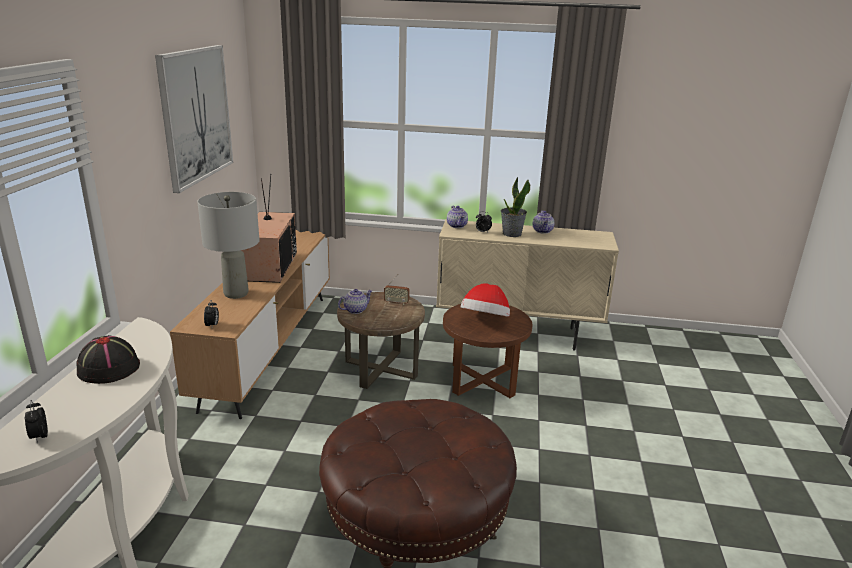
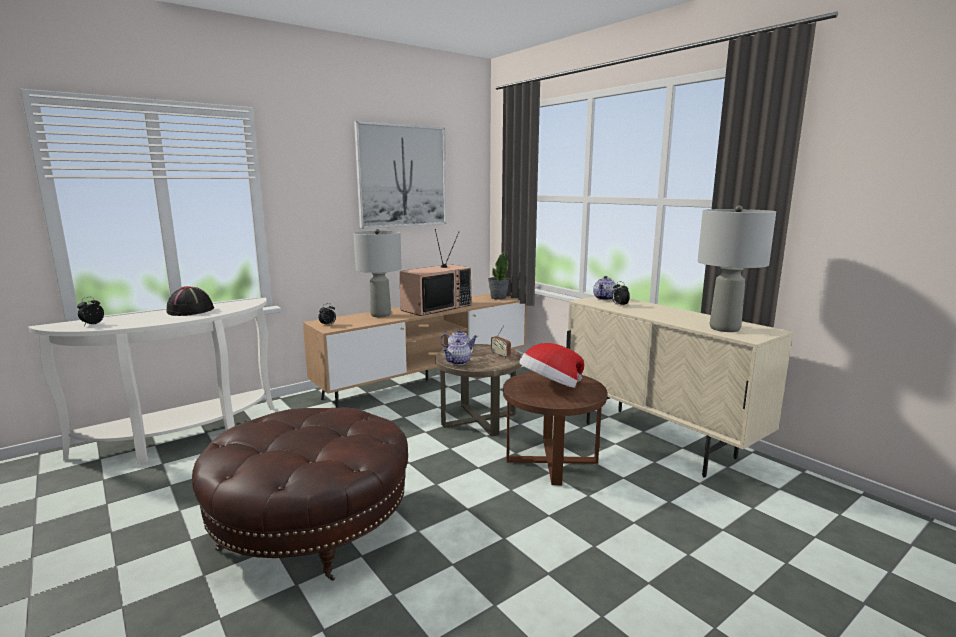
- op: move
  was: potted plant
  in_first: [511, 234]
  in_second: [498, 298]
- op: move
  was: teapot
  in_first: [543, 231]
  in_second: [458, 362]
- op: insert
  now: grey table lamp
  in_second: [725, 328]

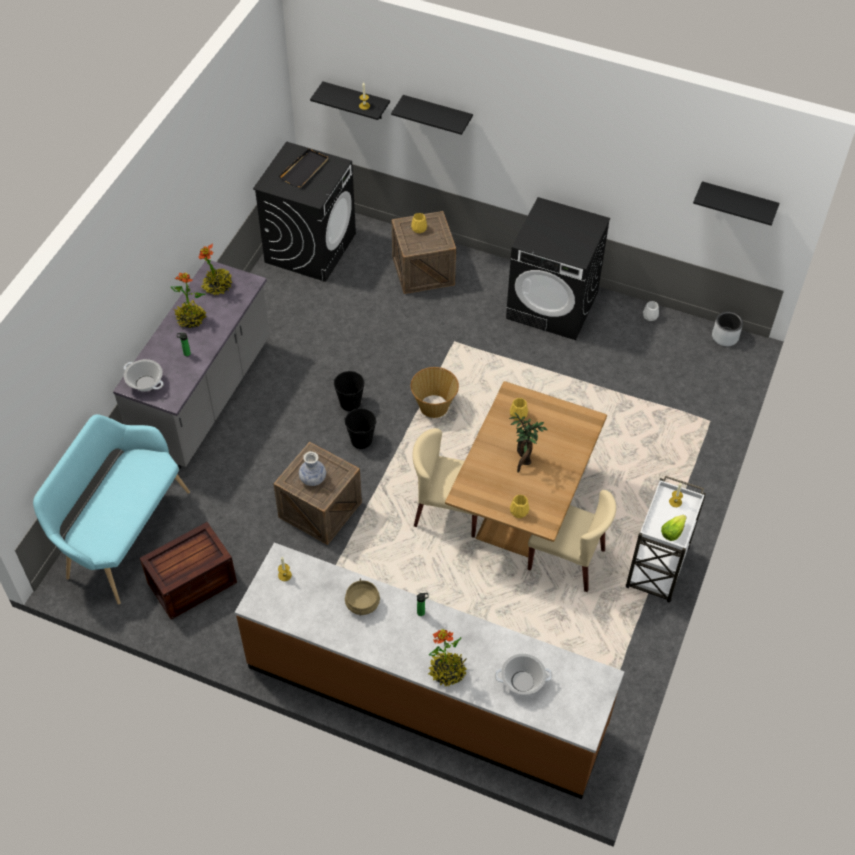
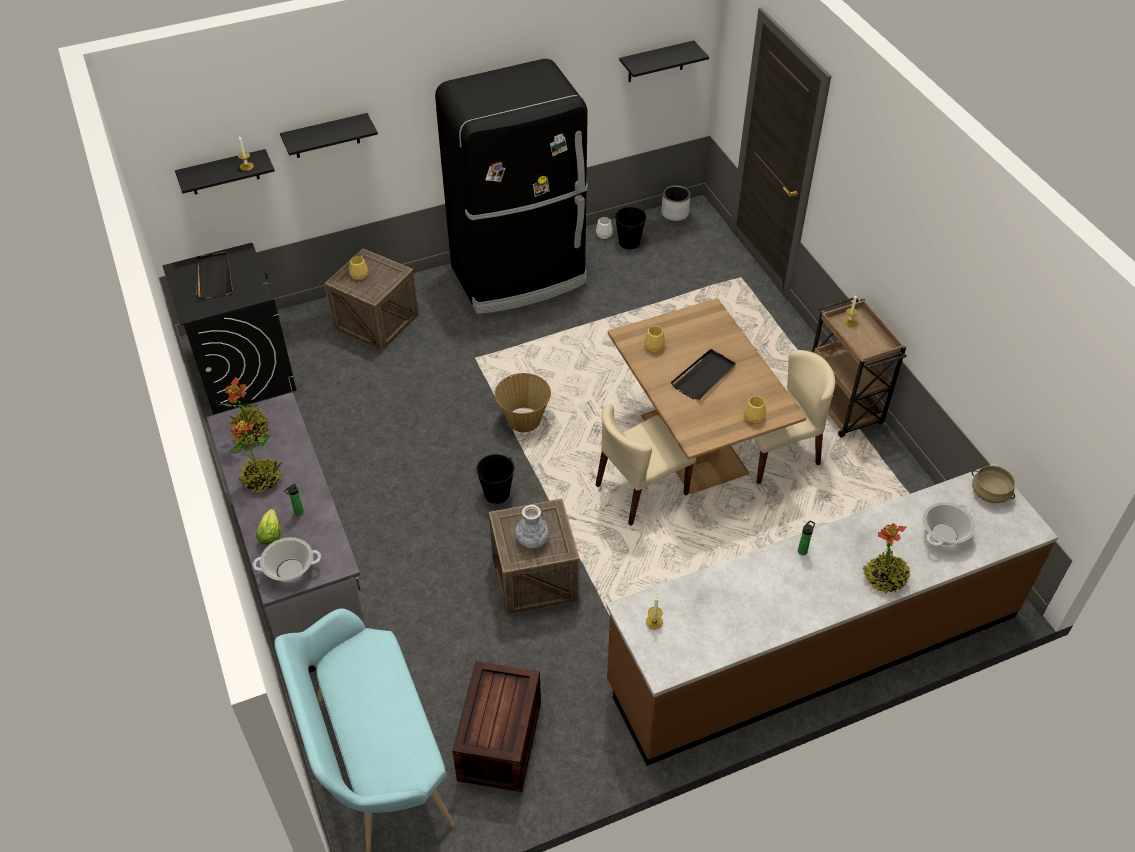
- op: replace
  was: black washing machine
  now: black fridge
  in_first: [552, 305]
  in_second: [520, 276]
- op: move
  was: black bucket
  in_first: [350, 402]
  in_second: [629, 242]
- op: replace
  was: potted plant
  now: black tray
  in_first: [524, 459]
  in_second: [704, 376]
- op: recolor
  was: white cart
  now: brown cart
  in_first: [657, 569]
  in_second: [843, 407]
- op: move
  was: lettuce
  in_first: [672, 532]
  in_second: [271, 535]
- op: move
  was: beige cooking pot
  in_first: [362, 603]
  in_second: [990, 492]

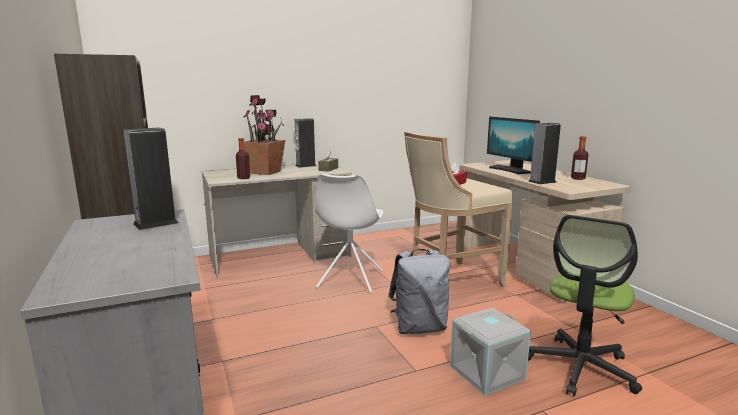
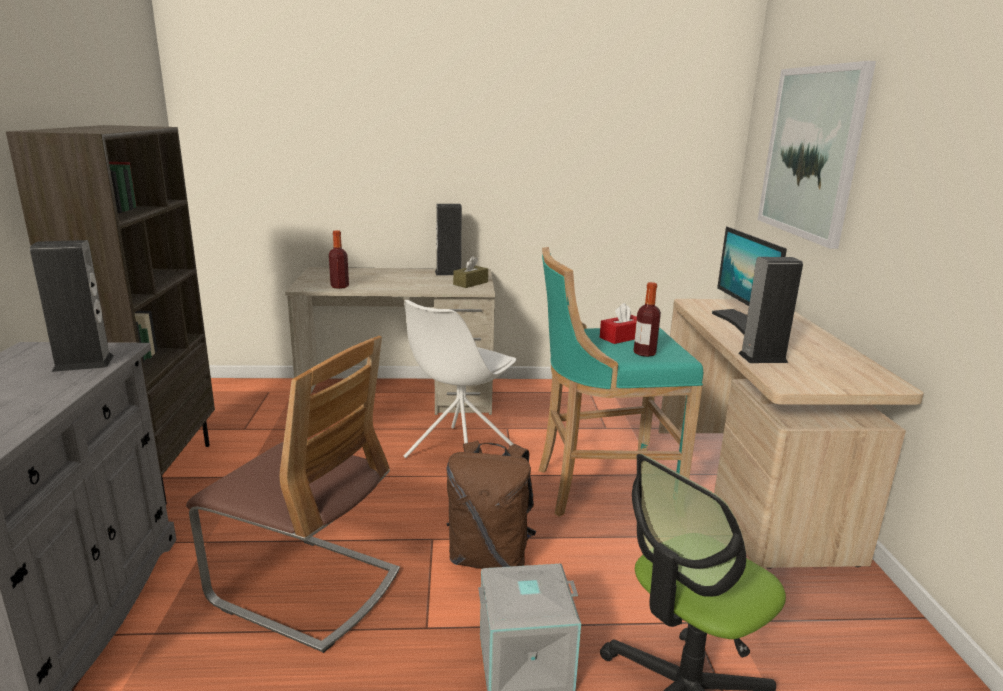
- op: delete
  was: potted plant
  in_first: [266, 172]
- op: recolor
  was: beige stool
  now: turquoise stool
  in_first: [450, 282]
  in_second: [601, 488]
- op: move
  was: bottle
  in_first: [578, 178]
  in_second: [644, 353]
- op: recolor
  was: grey backpack
  now: brown backpack
  in_first: [419, 328]
  in_second: [489, 557]
- op: insert
  now: picture
  in_second: [811, 152]
- op: insert
  now: chair
  in_second: [306, 587]

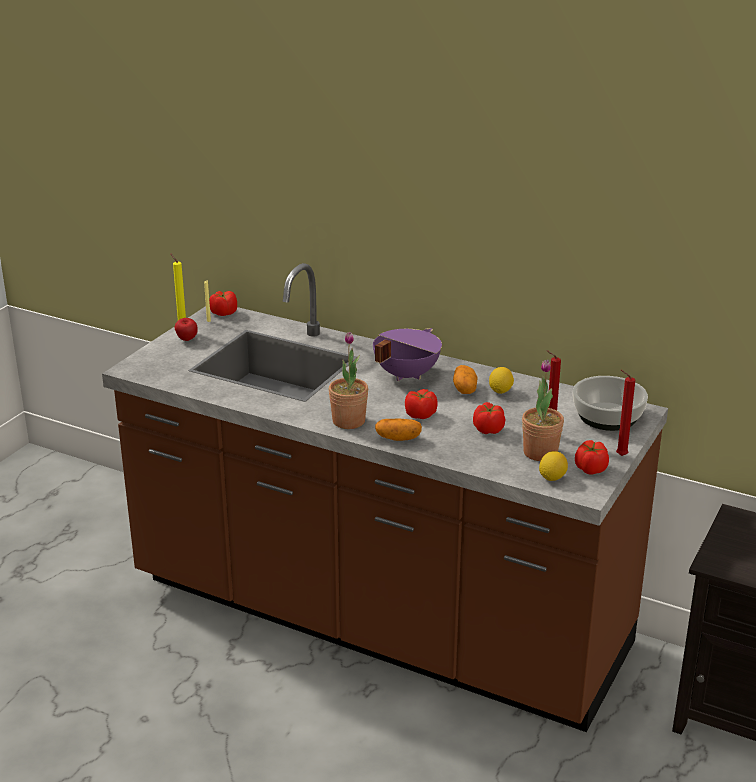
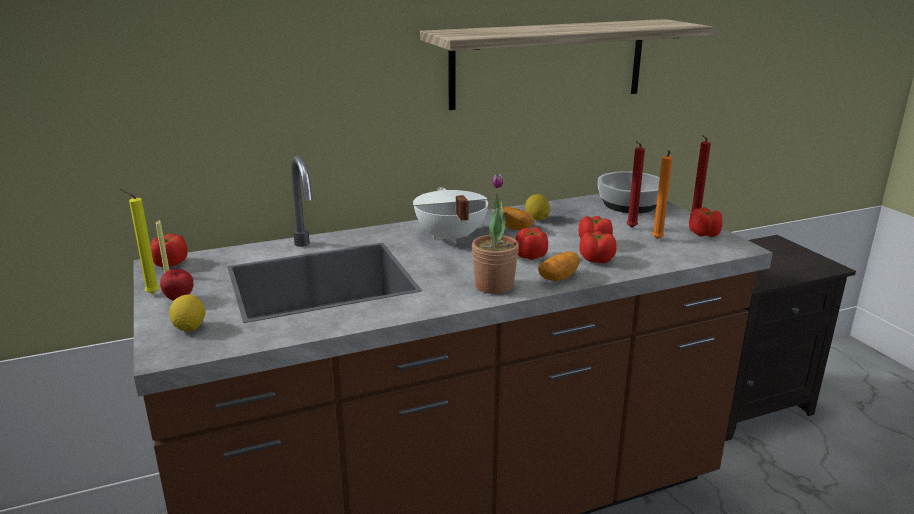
- op: recolor
  was: purple cooking pot
  now: white cooking pot
  in_first: [405, 374]
  in_second: [449, 237]
- op: replace
  was: potted plant
  now: orange candle
  in_first: [540, 453]
  in_second: [657, 240]
- op: move
  was: lemon
  in_first: [552, 477]
  in_second: [189, 328]
- op: insert
  now: shelf
  in_second: [548, 63]
- op: insert
  now: tomato
  in_second: [596, 259]

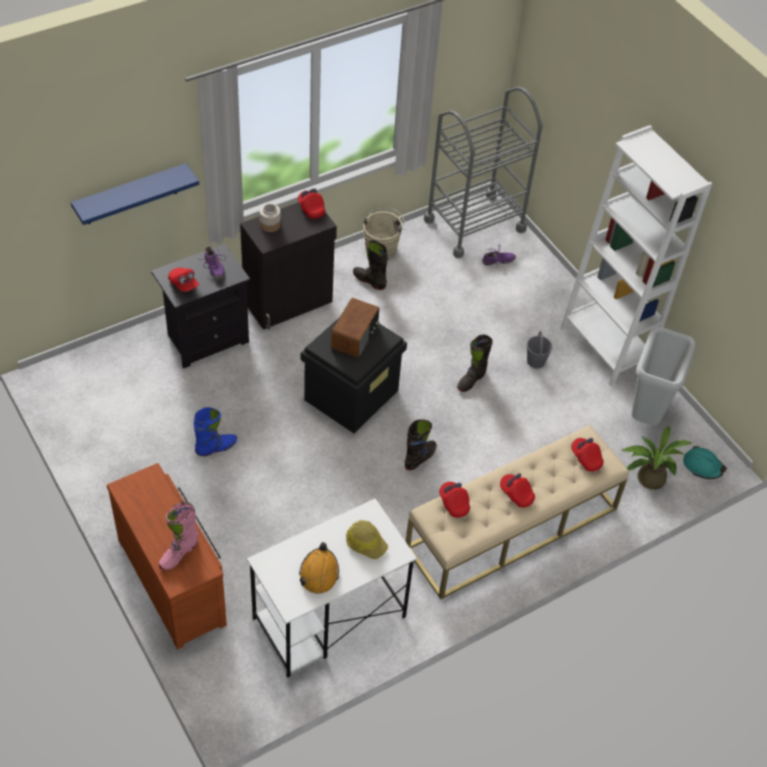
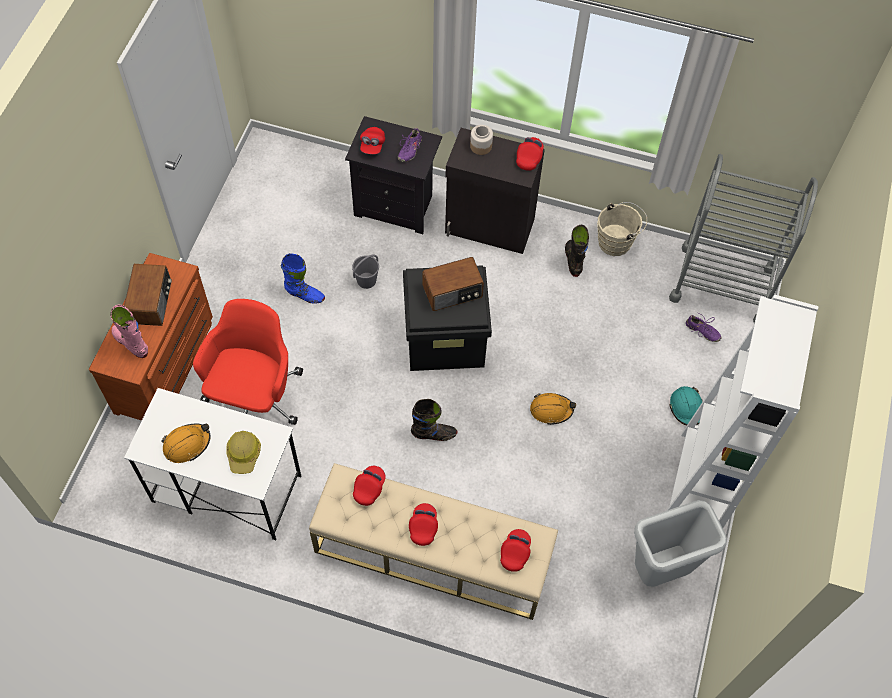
- op: delete
  was: blue shelf
  in_first: [131, 195]
- op: move
  was: grey bucket
  in_first: [536, 361]
  in_second: [367, 280]
- op: replace
  was: black boot
  now: orange hard hat
  in_first: [471, 380]
  in_second: [551, 410]
- op: delete
  was: potted plant
  in_first: [647, 478]
- op: move
  was: turquoise hard hat
  in_first: [702, 466]
  in_second: [686, 408]
- op: rotate
  was: pink boot
  in_first: [179, 553]
  in_second: [131, 343]
  clockwise: 45
- op: insert
  now: radio
  in_second: [152, 302]
- op: insert
  now: red office chair
  in_second: [255, 398]

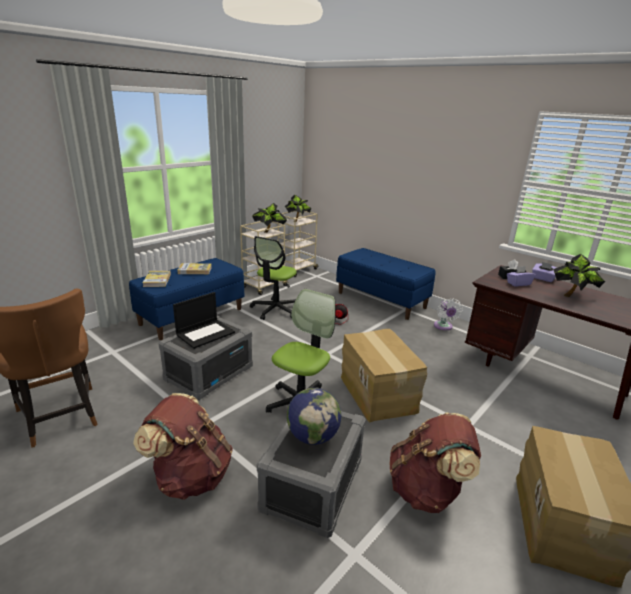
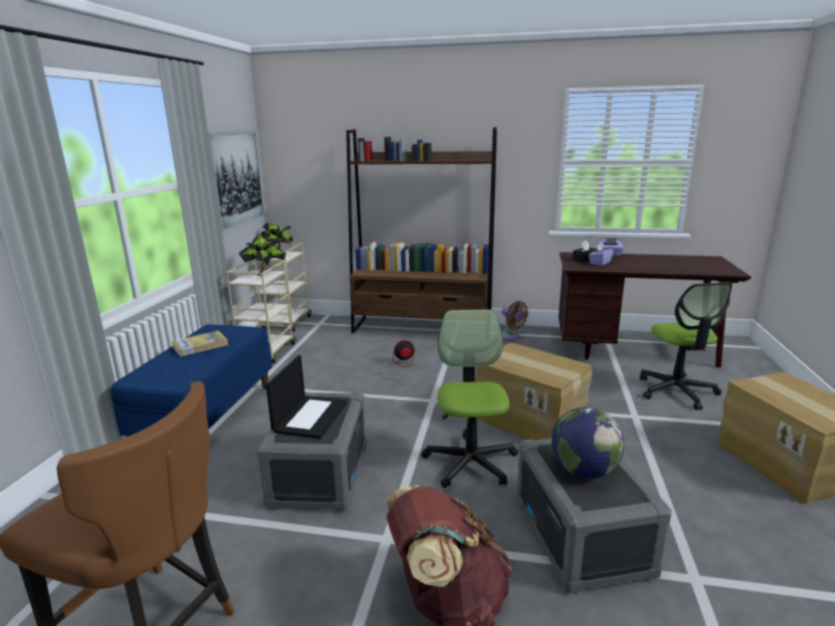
- op: move
  was: office chair
  in_first: [275, 310]
  in_second: [676, 391]
- op: replace
  was: blue bench
  now: brown bookcase
  in_first: [381, 300]
  in_second: [422, 329]
- op: delete
  was: potted plant
  in_first: [571, 295]
- op: delete
  was: book
  in_first: [157, 280]
- op: recolor
  was: white fan
  now: brown fan
  in_first: [443, 327]
  in_second: [510, 336]
- op: delete
  was: brown backpack
  in_first: [427, 490]
- op: insert
  now: picture
  in_second: [235, 179]

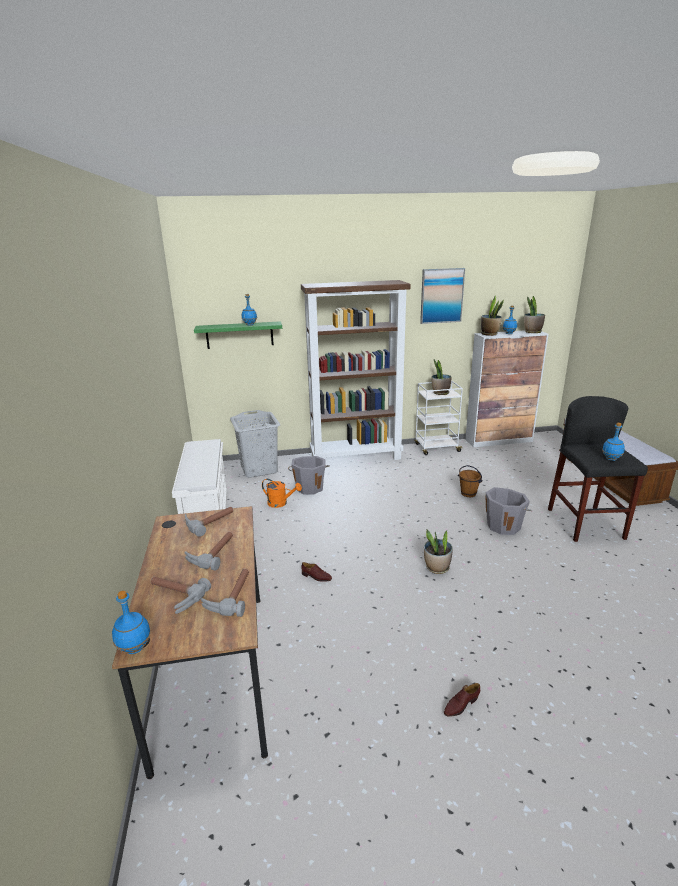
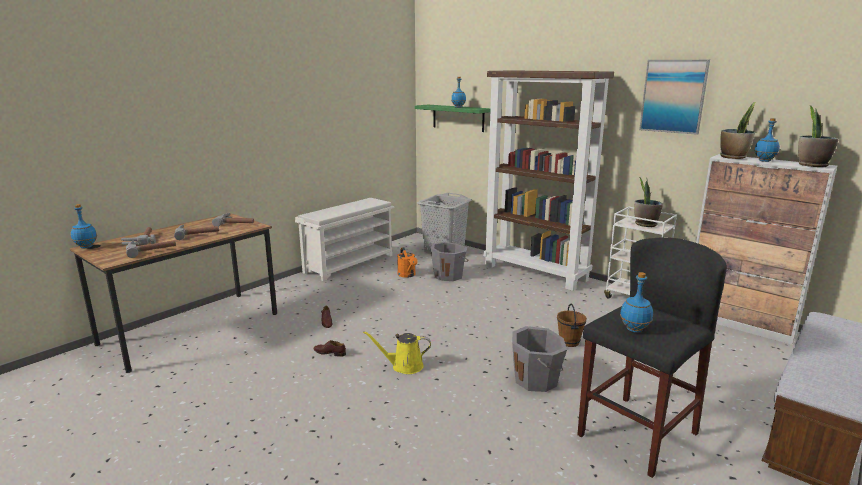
- op: replace
  was: potted plant
  now: yellow watering can
  in_first: [437, 568]
  in_second: [404, 366]
- op: move
  was: brown shoe
  in_first: [461, 704]
  in_second: [329, 353]

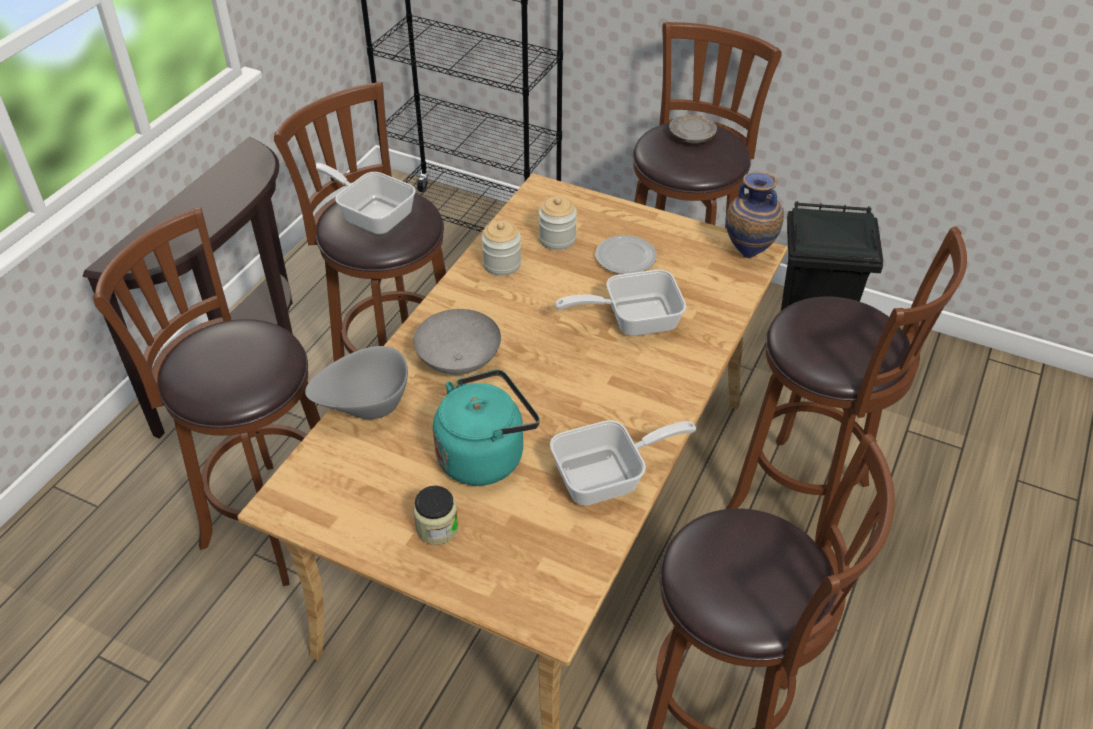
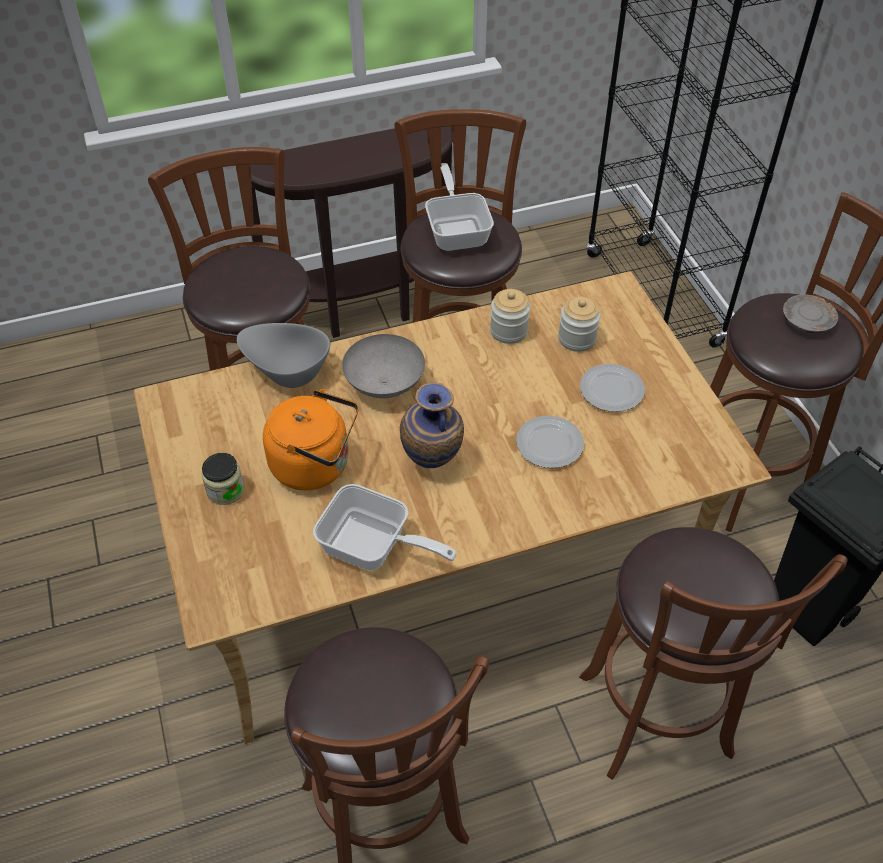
- op: move
  was: vase
  in_first: [749, 253]
  in_second: [433, 462]
- op: replace
  was: frying pan
  now: plate
  in_first: [632, 319]
  in_second: [549, 444]
- op: recolor
  was: turquoise kettle
  now: orange kettle
  in_first: [485, 455]
  in_second: [315, 465]

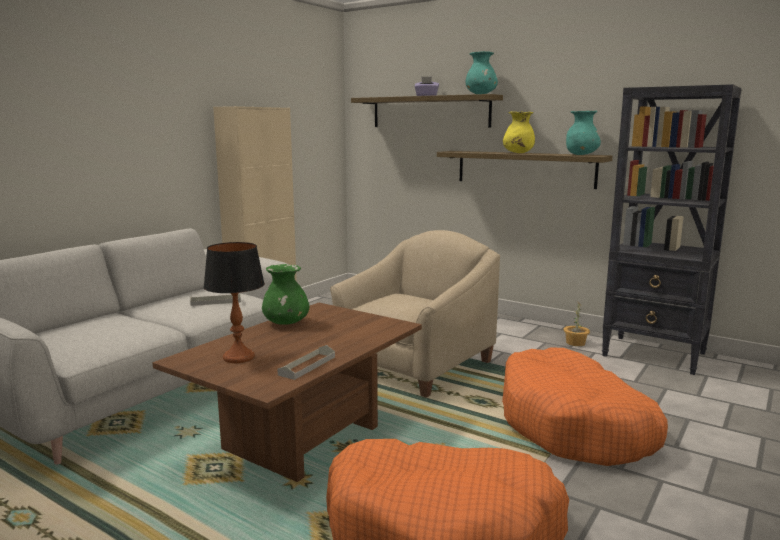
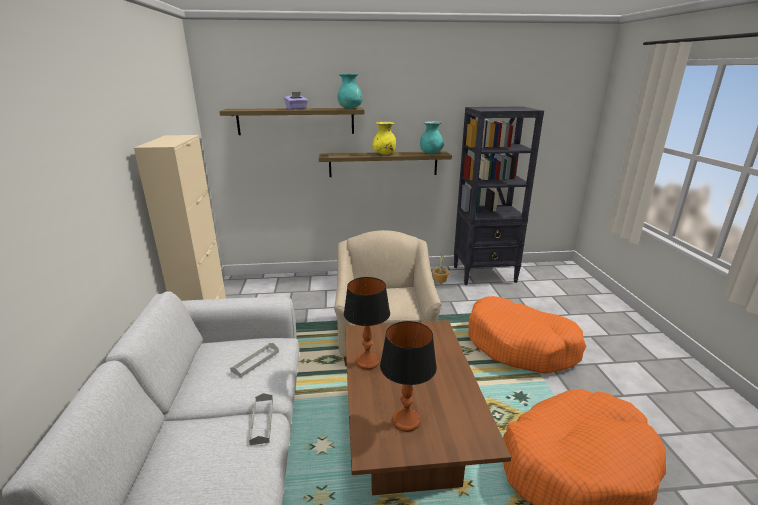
- op: replace
  was: green vase
  now: table lamp
  in_first: [286, 323]
  in_second: [367, 362]
- op: move
  was: grey tray
  in_first: [307, 366]
  in_second: [262, 420]

